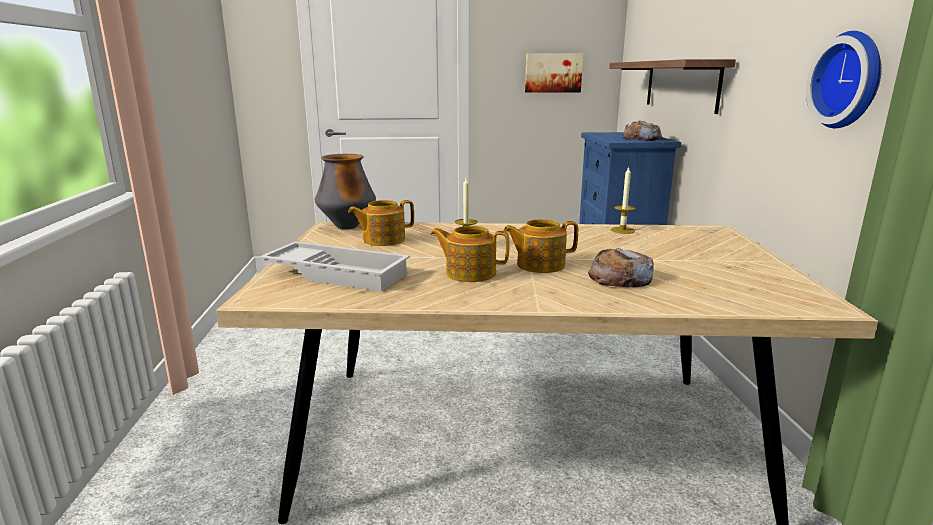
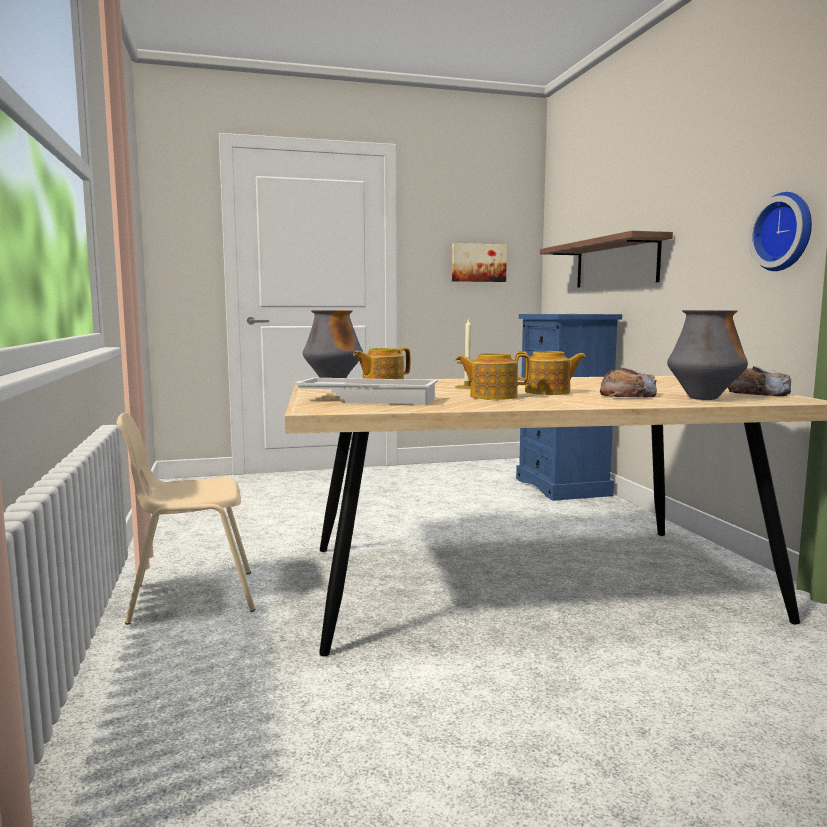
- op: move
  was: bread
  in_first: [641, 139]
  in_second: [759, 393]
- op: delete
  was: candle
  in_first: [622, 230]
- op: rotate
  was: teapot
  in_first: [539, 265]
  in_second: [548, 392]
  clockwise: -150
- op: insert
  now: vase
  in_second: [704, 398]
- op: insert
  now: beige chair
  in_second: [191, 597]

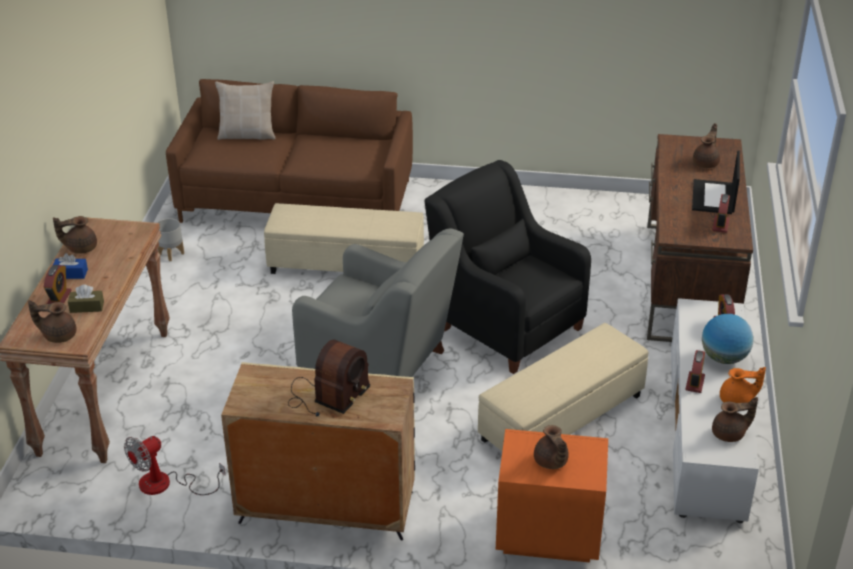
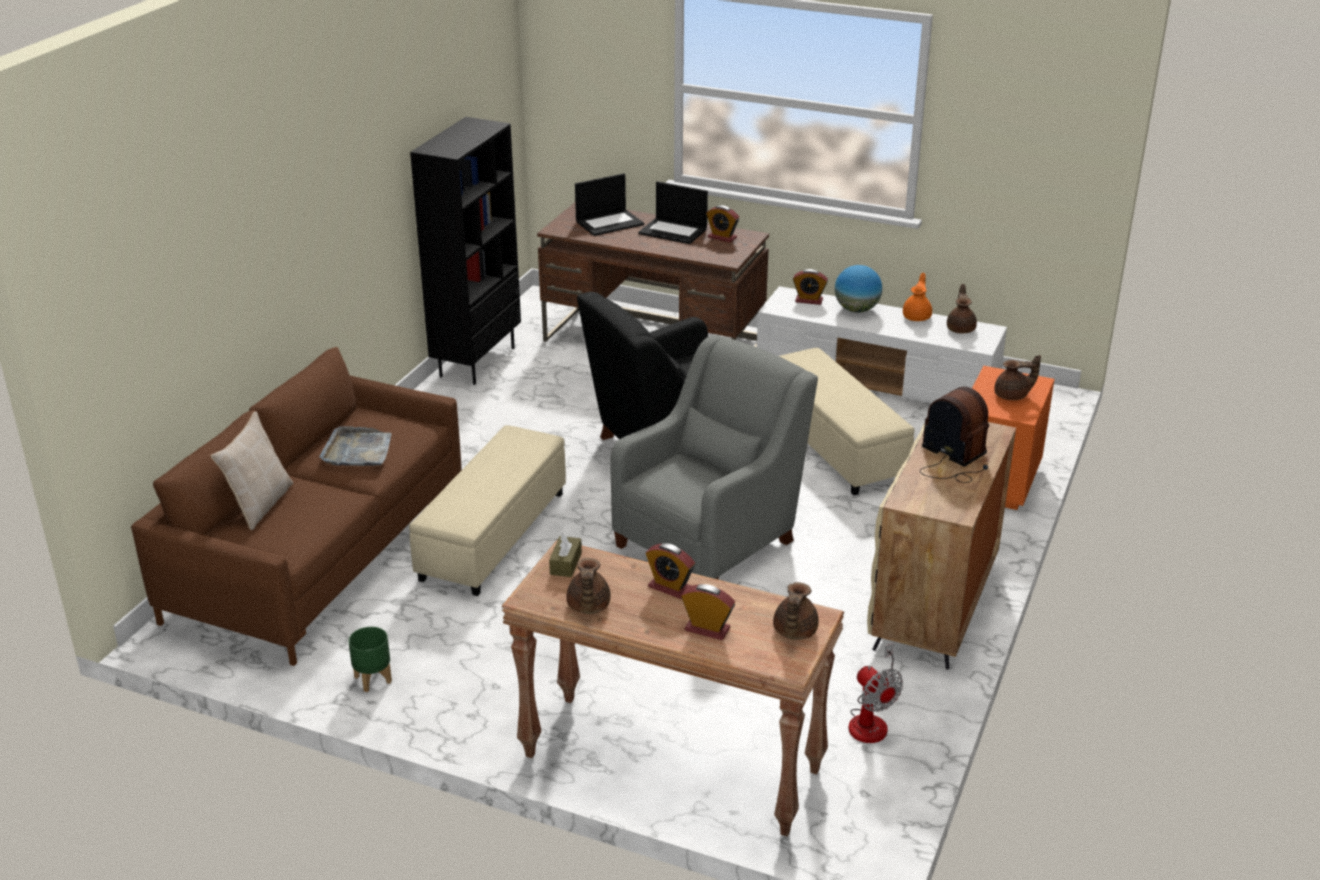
- op: replace
  was: brown teapot
  now: laptop
  in_first: [706, 163]
  in_second: [610, 222]
- op: recolor
  was: grey planter
  now: green planter
  in_first: [171, 254]
  in_second: [373, 679]
- op: delete
  was: blue tissue box
  in_first: [71, 274]
- op: move
  was: brown tissue box
  in_first: [87, 307]
  in_second: [565, 564]
- op: move
  was: alarm clock
  in_first: [695, 383]
  in_second: [670, 587]
- op: insert
  now: black bookcase
  in_second: [476, 361]
- op: insert
  now: grey tray
  in_second: [357, 451]

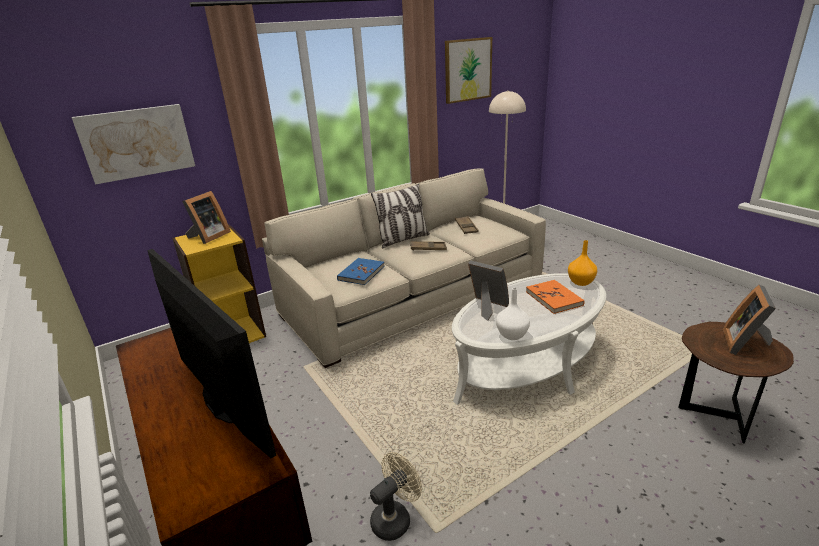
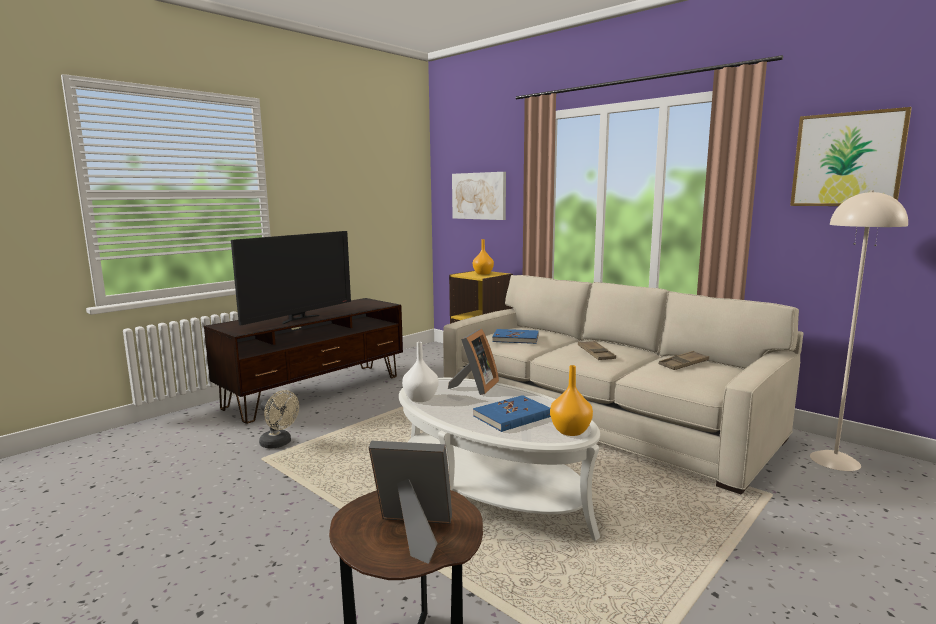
- op: delete
  was: pillow
  in_first: [403, 240]
- op: replace
  was: picture frame
  now: orange vase
  in_first: [208, 237]
  in_second: [483, 273]
- op: recolor
  was: orange book
  now: blue book
  in_first: [554, 298]
  in_second: [512, 416]

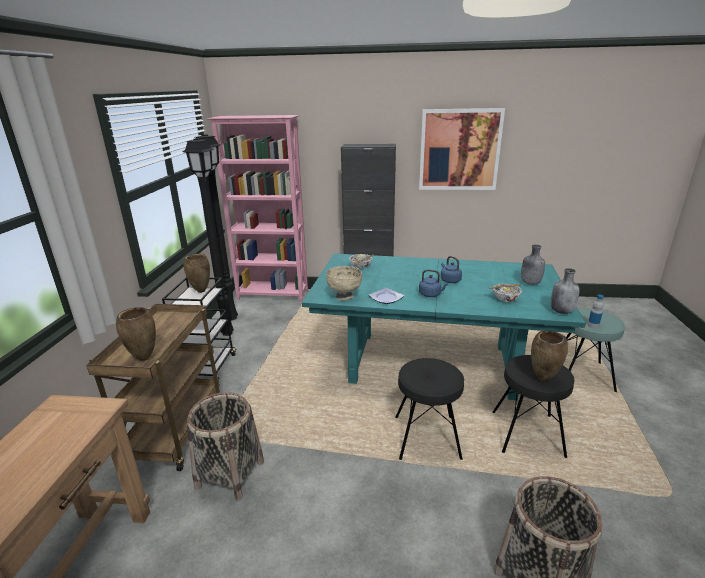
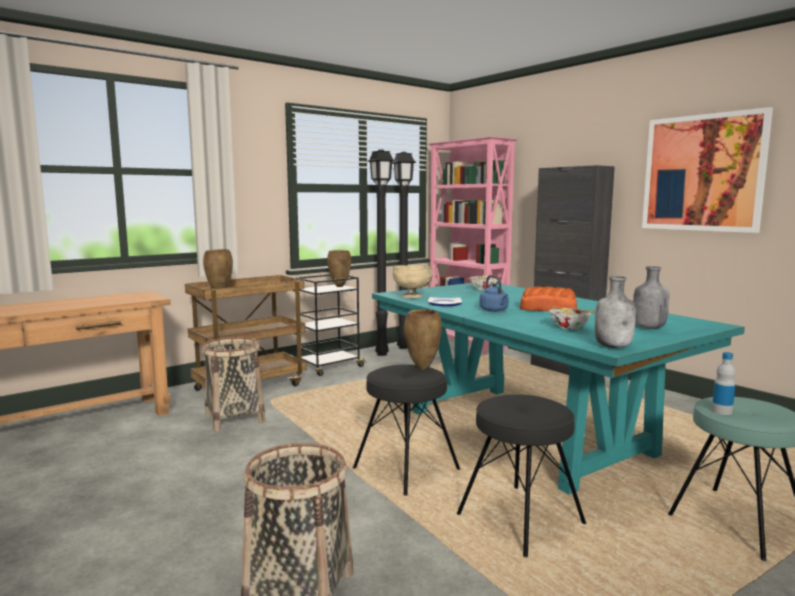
- op: replace
  was: blue kettle
  now: bread
  in_first: [449, 280]
  in_second: [547, 309]
- op: move
  was: brown vase
  in_first: [543, 379]
  in_second: [421, 368]

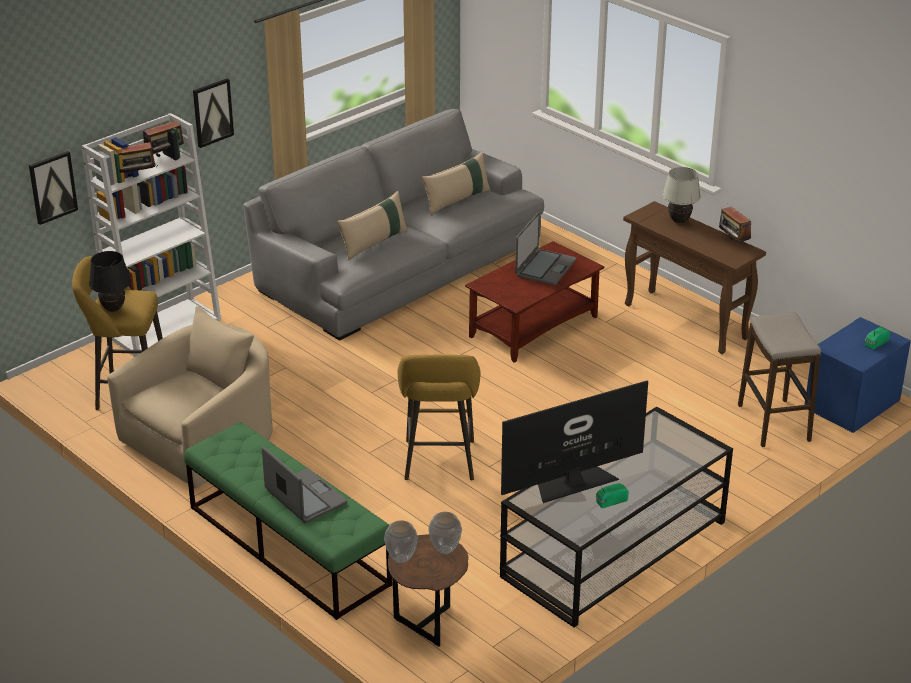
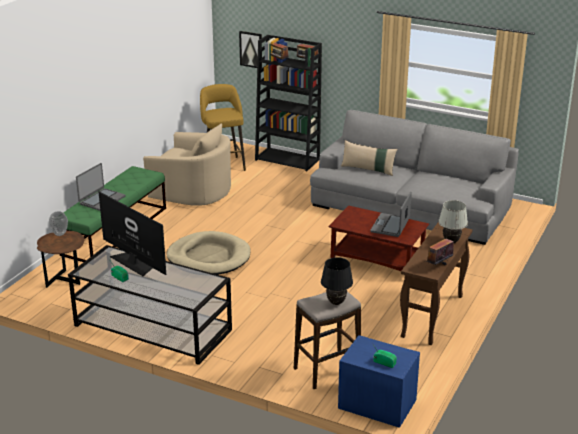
- op: delete
  was: picture
  in_first: [212, 112]
- op: recolor
  was: white bookcase
  now: black bookcase
  in_first: [165, 328]
  in_second: [288, 159]
- op: delete
  was: beige pillow
  in_first: [457, 200]
- op: rotate
  was: laptop
  in_first: [545, 268]
  in_second: [390, 226]
  clockwise: 105
- op: move
  was: black table lamp
  in_first: [113, 309]
  in_second: [336, 303]
- op: replace
  was: yellow stool
  now: beige dog bed
  in_first: [439, 463]
  in_second: [209, 257]
- op: delete
  was: vase
  in_first: [445, 550]

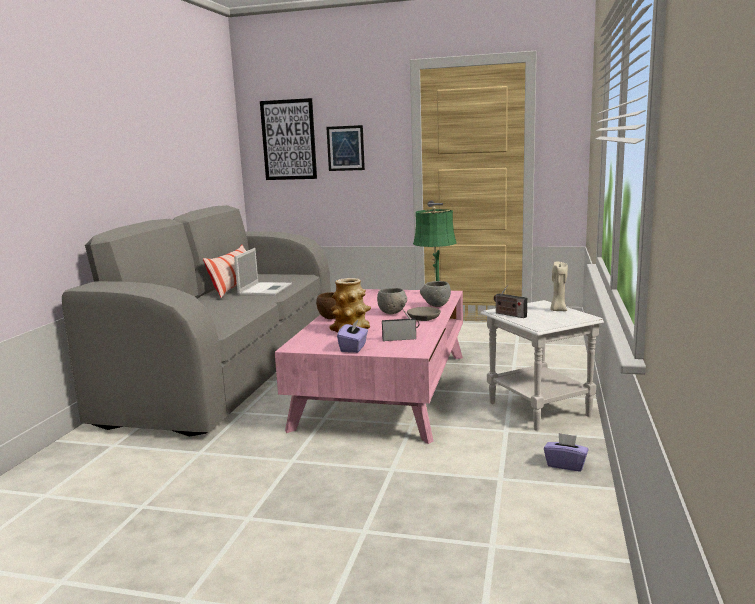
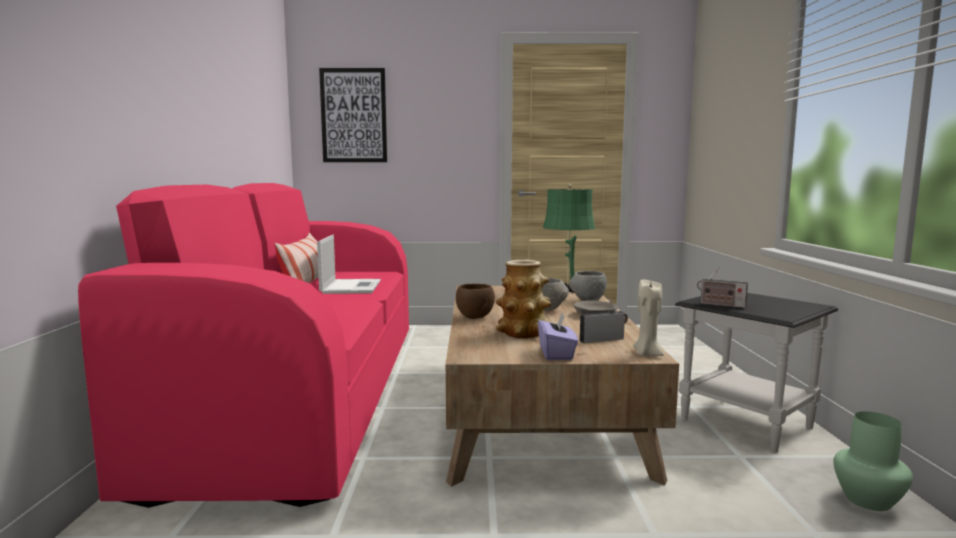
- op: delete
  was: picture
  in_first: [345, 148]
- op: recolor
  was: grey sofa
  now: pink sofa
  in_first: [232, 368]
  in_second: [309, 392]
- op: move
  was: beige candle
  in_first: [558, 310]
  in_second: [646, 354]
- op: recolor
  was: pink coffee table
  now: brown coffee table
  in_first: [385, 389]
  in_second: [536, 409]
- op: recolor
  was: white side table
  now: black side table
  in_first: [539, 409]
  in_second: [747, 424]
- op: replace
  was: purple tissue box
  now: green vase
  in_first: [565, 464]
  in_second: [868, 501]

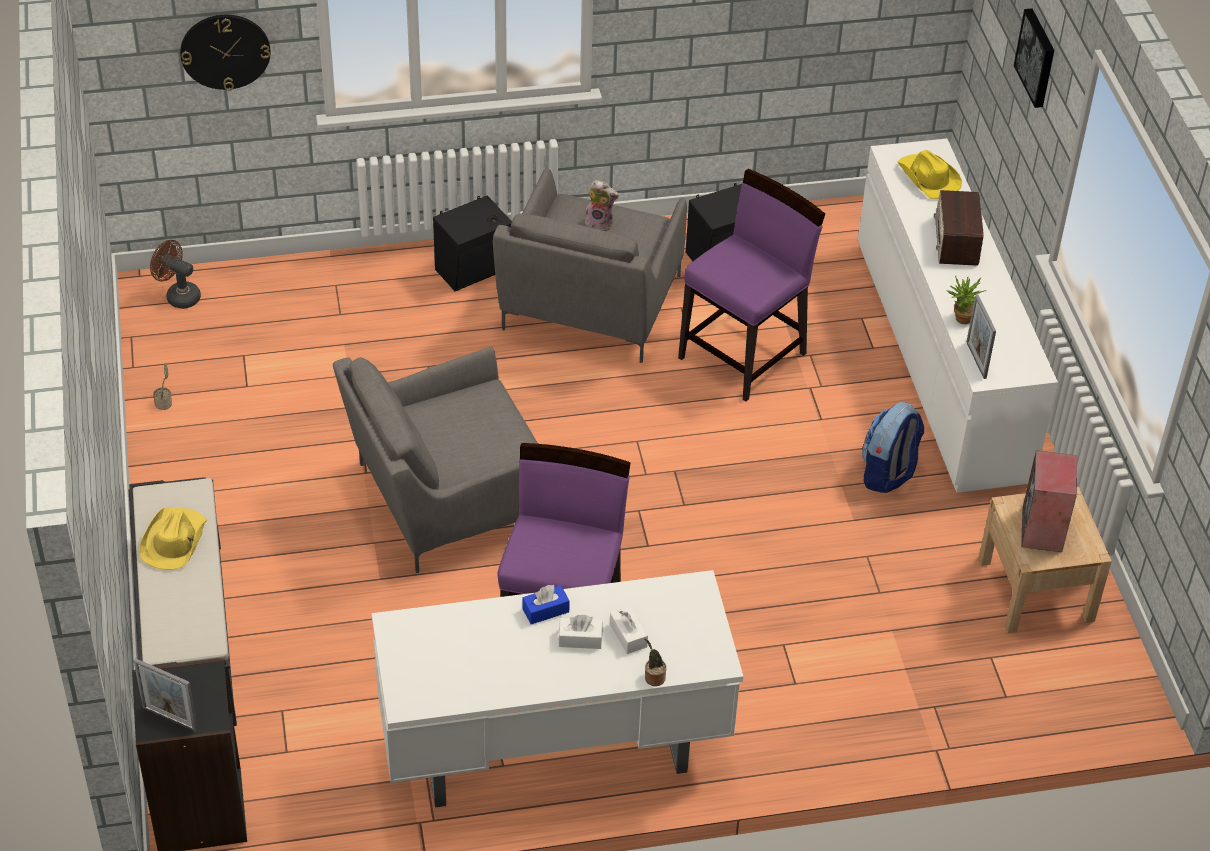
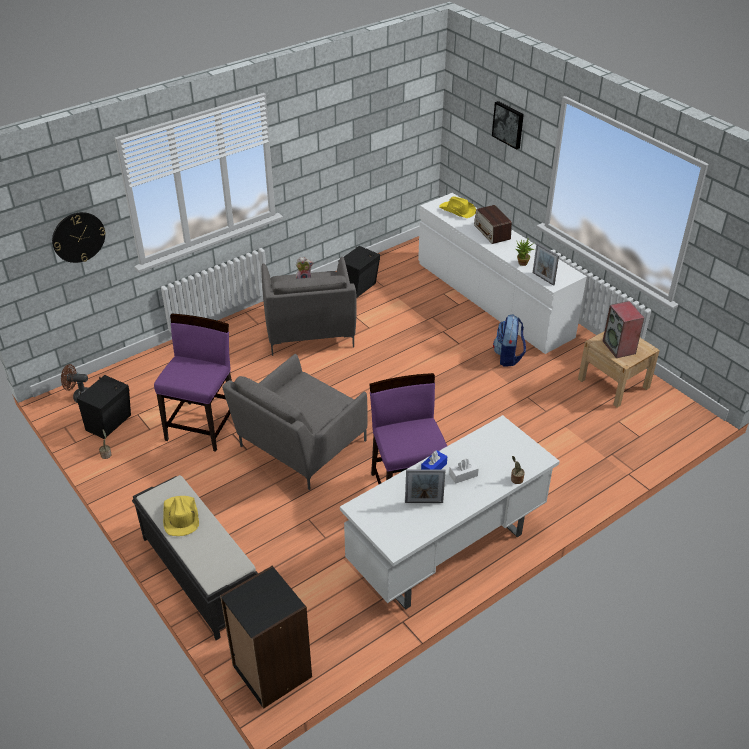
- op: move
  was: purple chair
  in_first: [744, 355]
  in_second: [203, 425]
- op: move
  was: black speaker
  in_first: [474, 271]
  in_second: [110, 423]
- op: delete
  was: white tissue box
  in_first: [628, 635]
- op: move
  was: picture frame
  in_first: [170, 718]
  in_second: [424, 502]

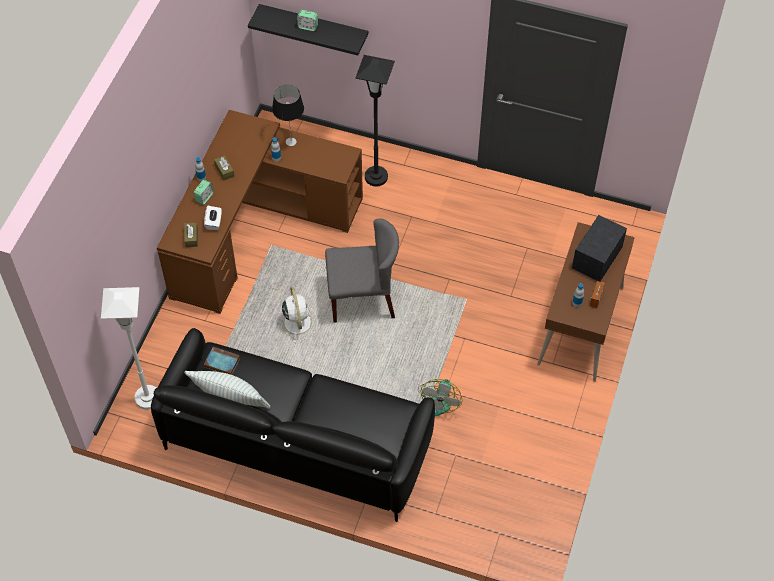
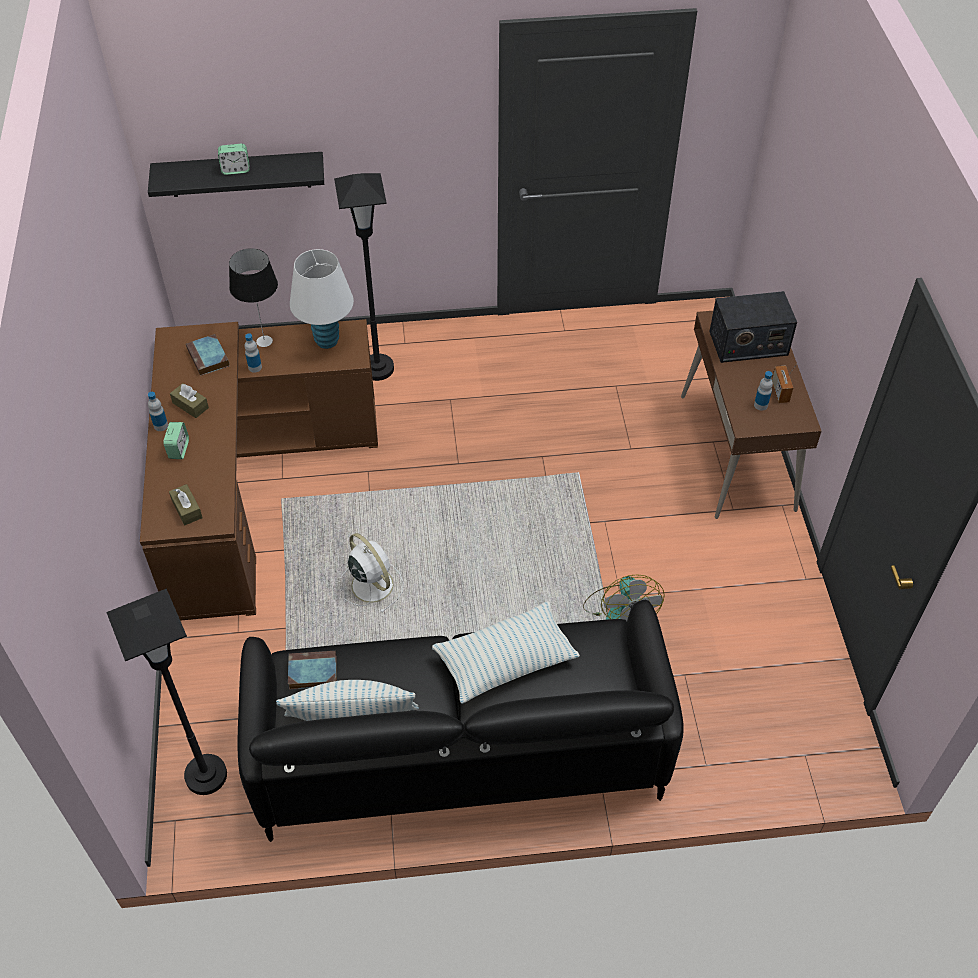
- op: delete
  was: white tissue box
  in_first: [214, 222]
- op: rotate
  was: radio
  in_first: [597, 257]
  in_second: [748, 343]
  clockwise: -105
- op: delete
  was: grey chair
  in_first: [362, 298]
- op: recolor
  was: white floor lamp
  now: black floor lamp
  in_first: [148, 398]
  in_second: [206, 775]
- op: insert
  now: white table lamp
  in_second: [327, 341]
- op: insert
  now: book
  in_second: [209, 358]
- op: insert
  now: pillow
  in_second: [505, 661]

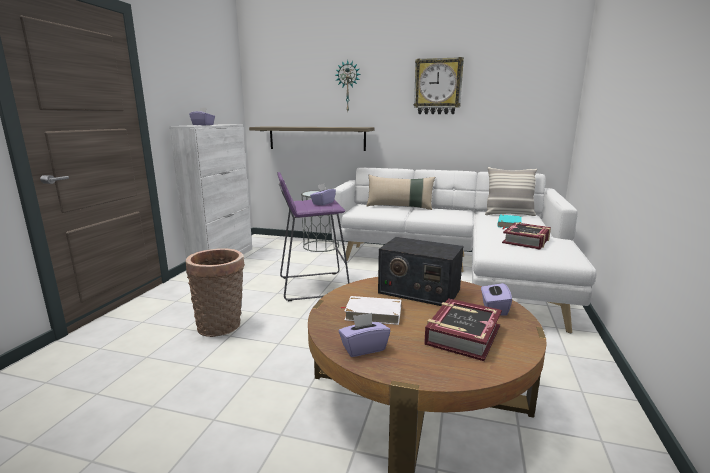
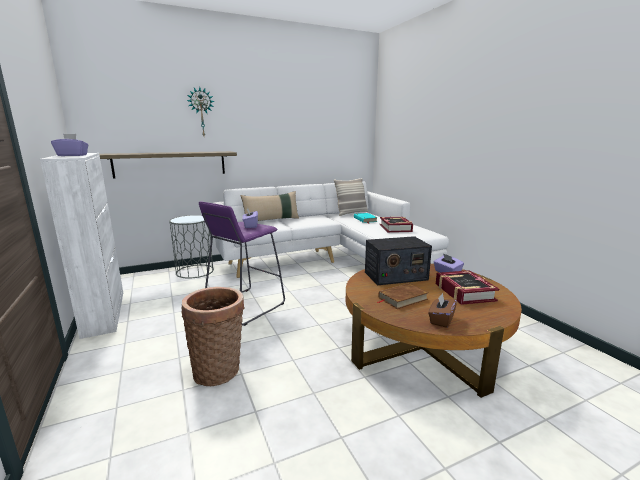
- op: delete
  was: wall clock
  in_first: [438, 86]
- op: recolor
  was: white book
  now: brown book
  in_first: [373, 313]
  in_second: [402, 298]
- op: recolor
  was: purple tissue box
  now: brown tissue box
  in_first: [363, 348]
  in_second: [441, 320]

